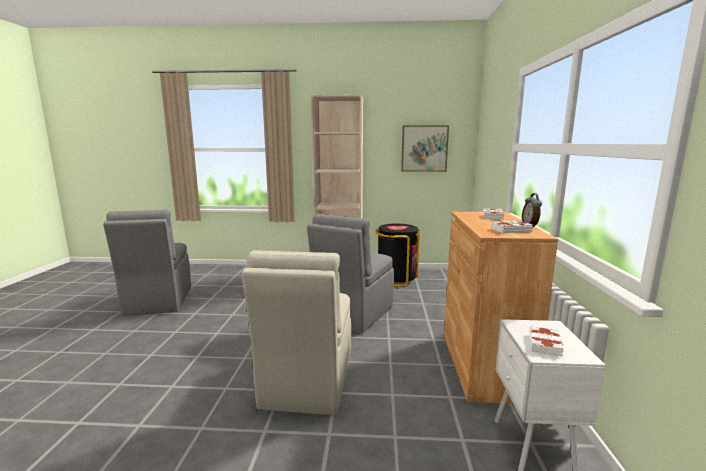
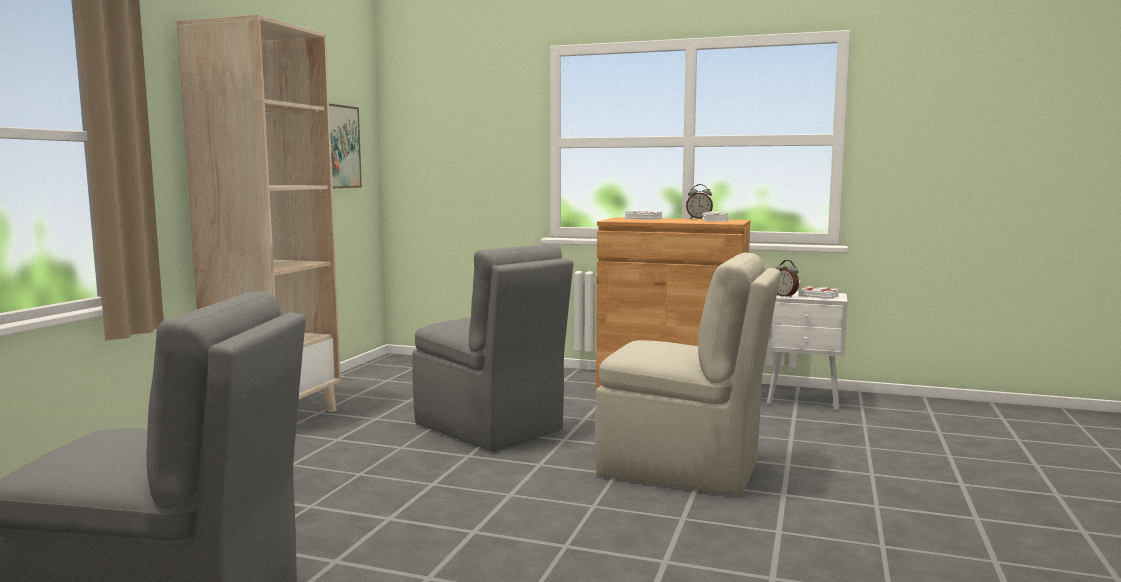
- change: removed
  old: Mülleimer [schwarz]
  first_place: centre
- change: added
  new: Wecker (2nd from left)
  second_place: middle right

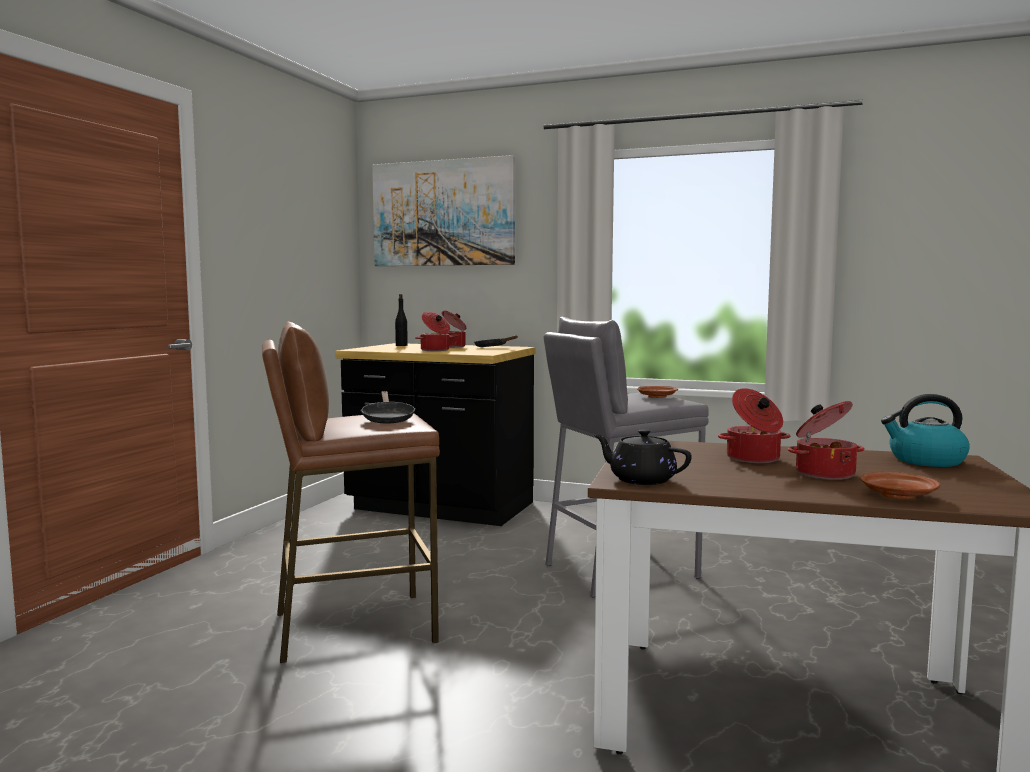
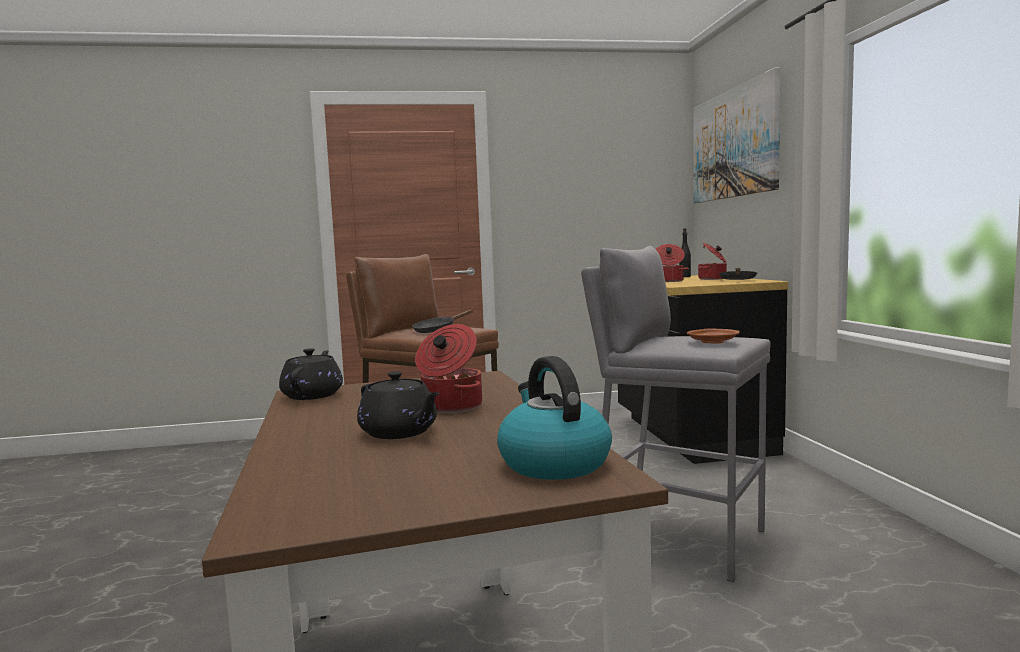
- change: replaced
  old: Kochtopf (4th from left)
  new: Teekanne [schwarz] (2nd from left)
  first_place: middle right
  second_place: centre
- change: removed
  old: Teller [braun] (2nd from left)
  first_place: middle right

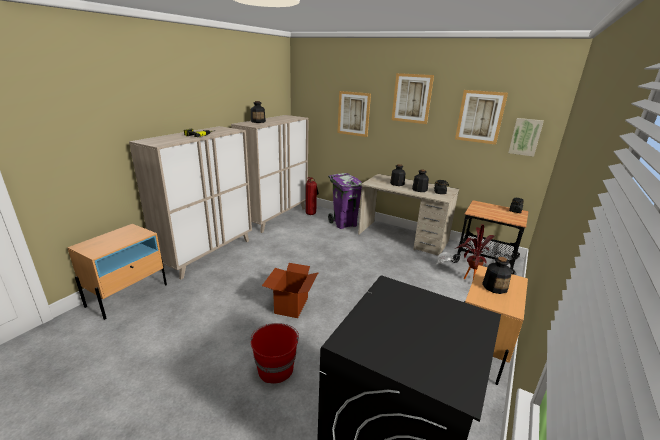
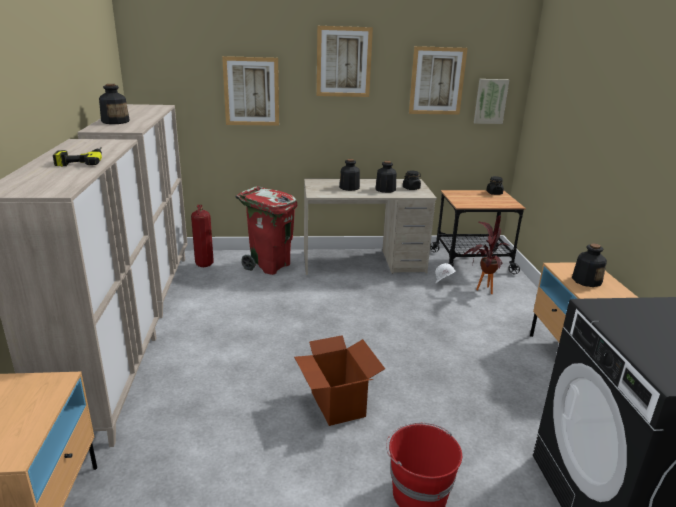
- change: recoloured
  old: Mülleimer [lila]
  new: Mülleimer [rot]
  first_place: centre
  second_place: centre

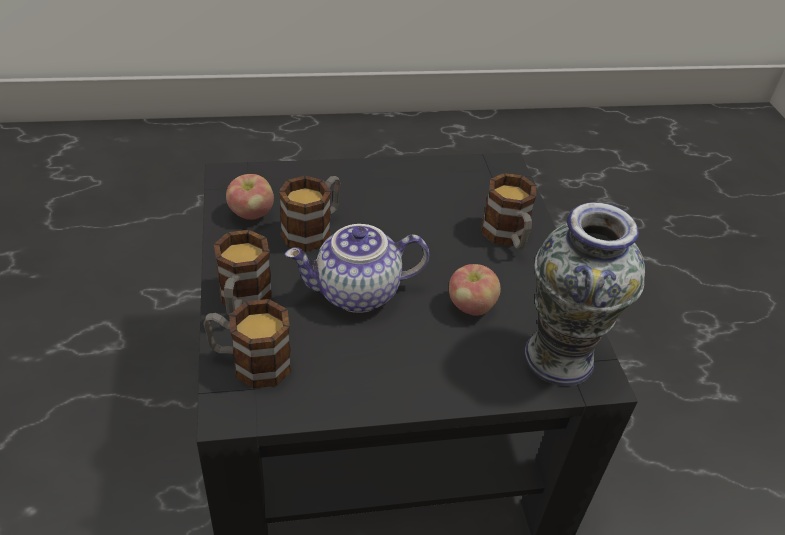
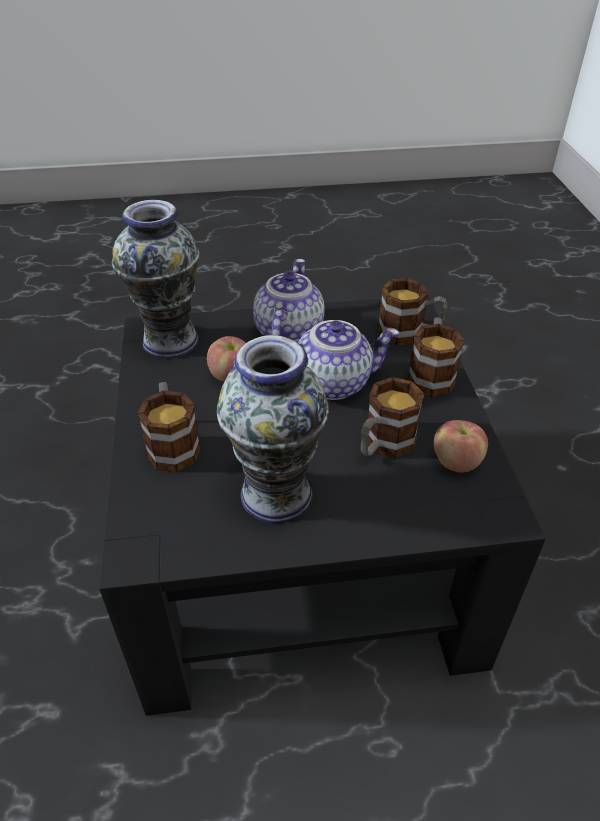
- change: added
  new: Teekanne (1st from left)
  second_place: centre
- change: added
  new: Vase (2nd from left)
  second_place: centre

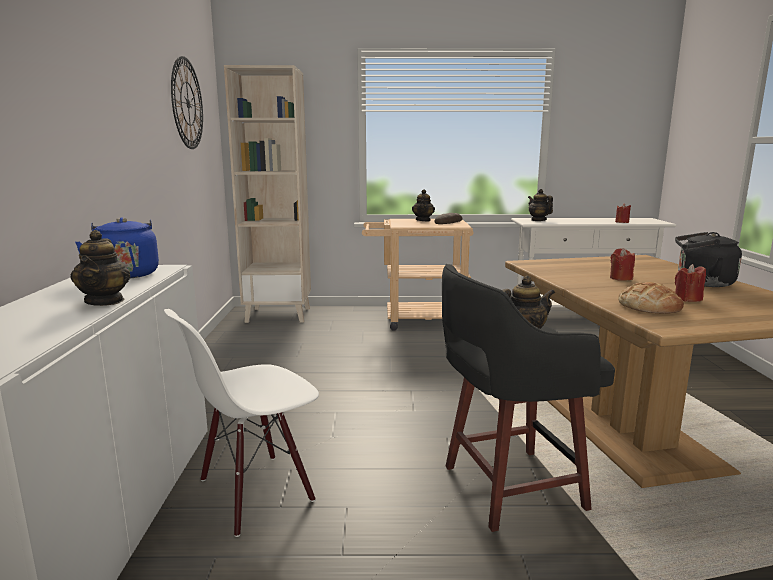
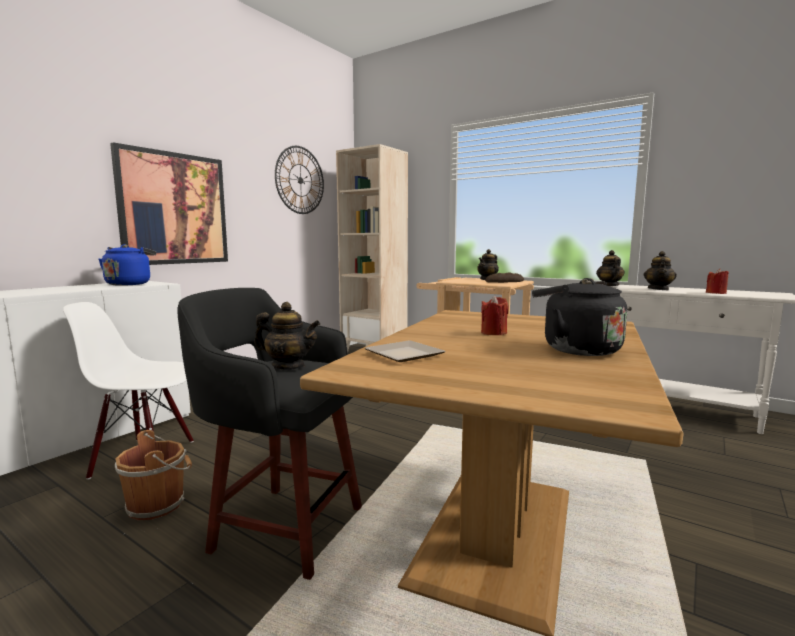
- change: moved
  old: Teekanne (1st from left in the first image)
  new: Teekanne (4th from left)
  first_place: middle left
  second_place: middle right
- change: removed
  old: Kerze [rot] (3rd from left)
  first_place: middle right
- change: replaced
  old: Brot (2nd from left)
  new: Teller
  first_place: middle right
  second_place: centre
- change: added
  new: Bild
  second_place: top left
- change: added
  new: Eimer [braun]
  second_place: bottom left

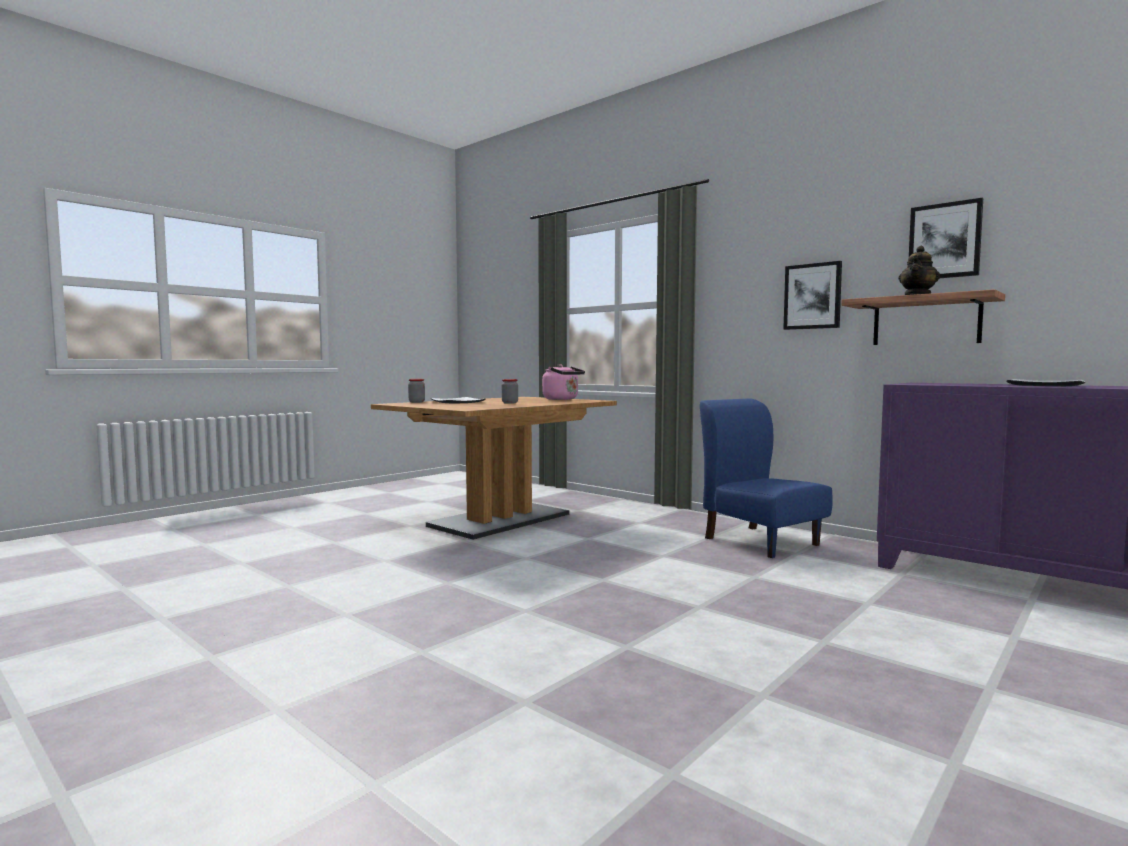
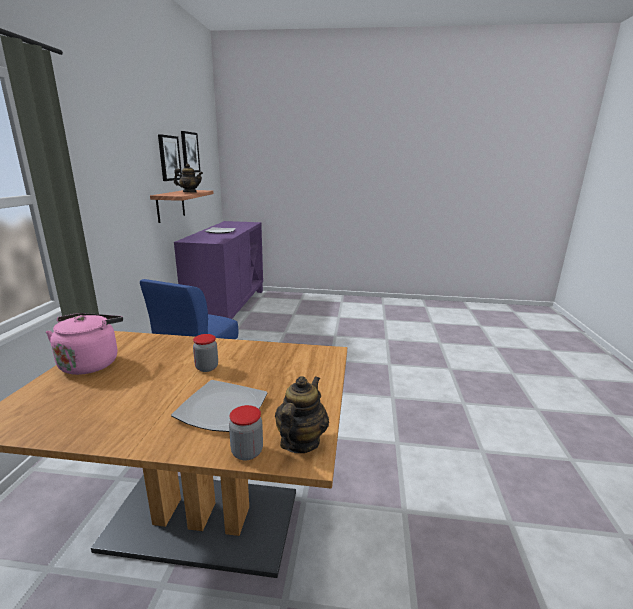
- change: moved
  old: Bild (1st from left in the first image)
  new: Bild (2nd from left)
  first_place: middle right
  second_place: top left
- change: added
  new: Teekanne (2nd from left)
  second_place: bottom centre

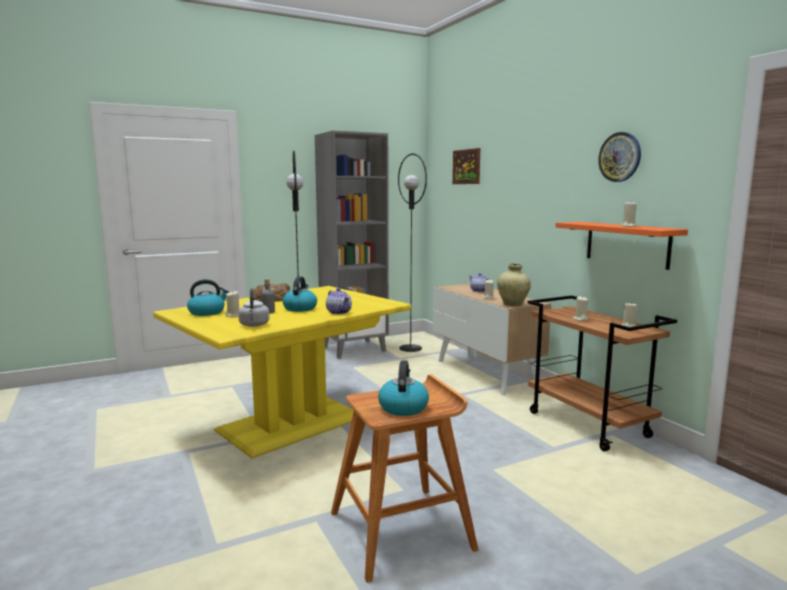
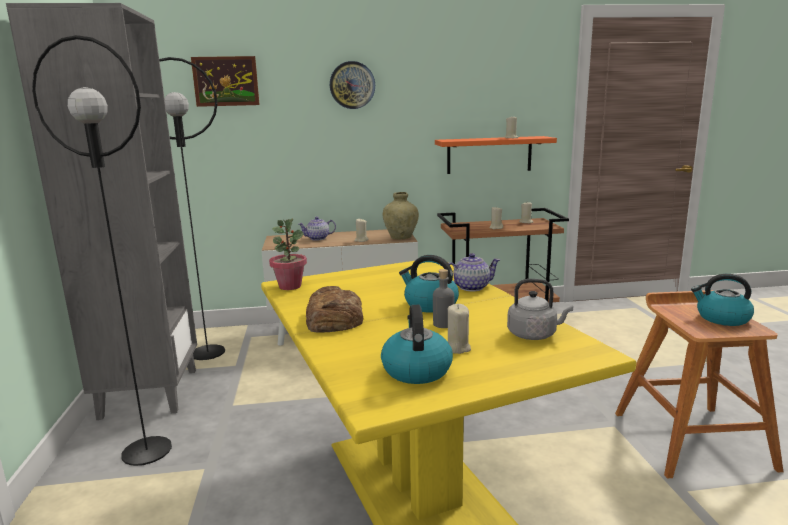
- change: moved
  old: Wanduhr
  first_place: top right
  second_place: top centre
- change: added
  new: Topfpflanze
  second_place: centre

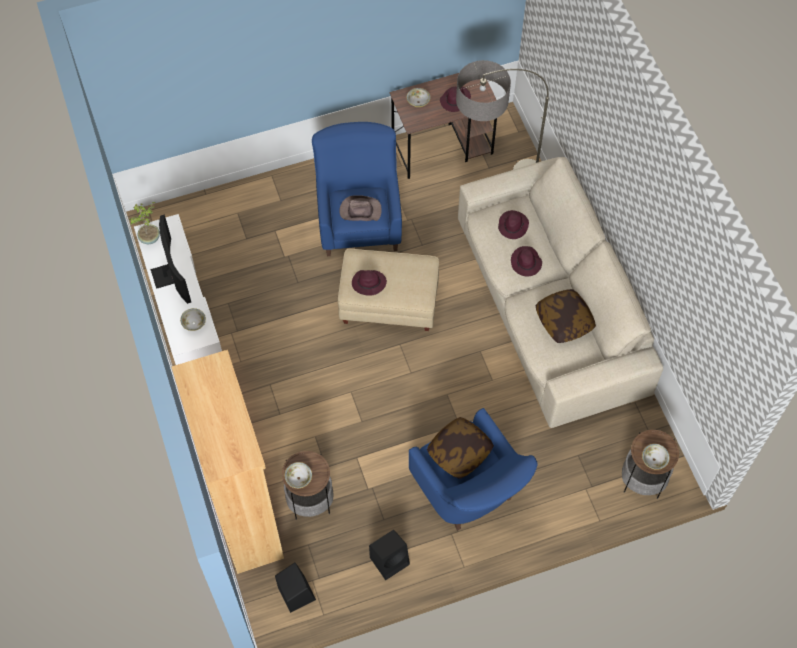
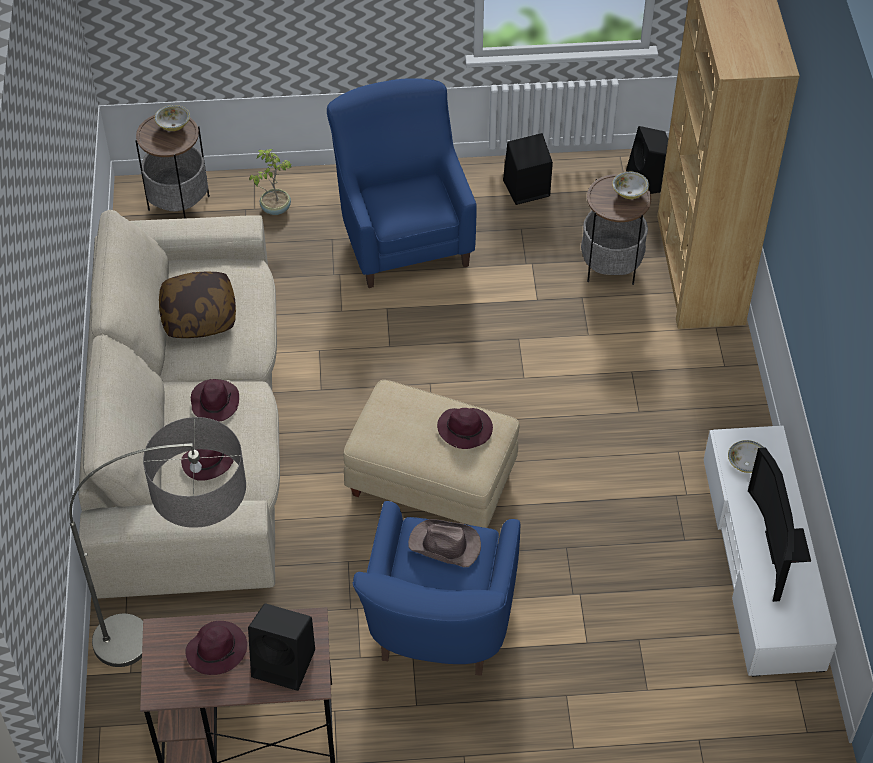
- change: replaced
  old: Schüssel (3rd from left)
  new: Lautsprecher [schwarz] (1st from left)
  first_place: top centre
  second_place: bottom left
- change: moved
  old: Topfpflanze
  first_place: middle left
  second_place: top left
- change: removed
  old: Kissen (1st from left)
  first_place: bottom centre

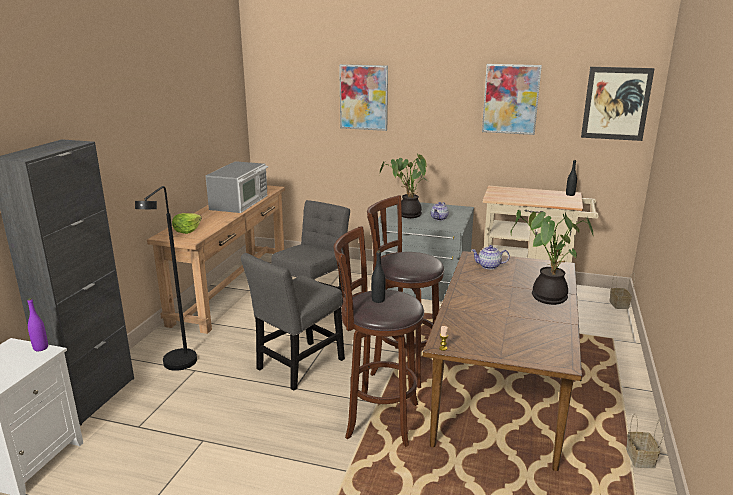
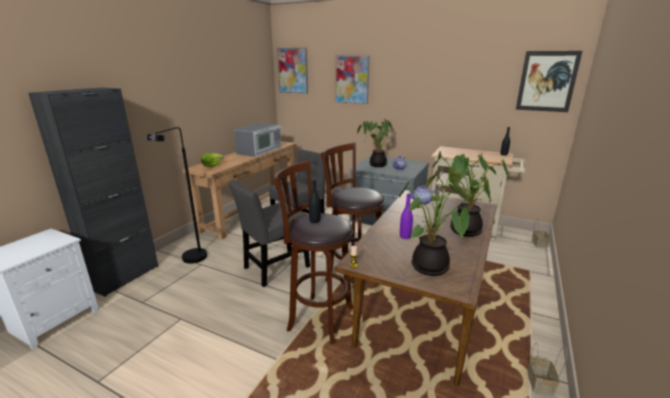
- change: moved
  old: Bild (2nd from left in the first image)
  new: Bild (1st from left)
  first_place: top right
  second_place: top centre
- change: moved
  old: Flasche [lila]
  first_place: middle left
  second_place: centre
- change: added
  new: Topfpflanze (2nd from left)
  second_place: centre

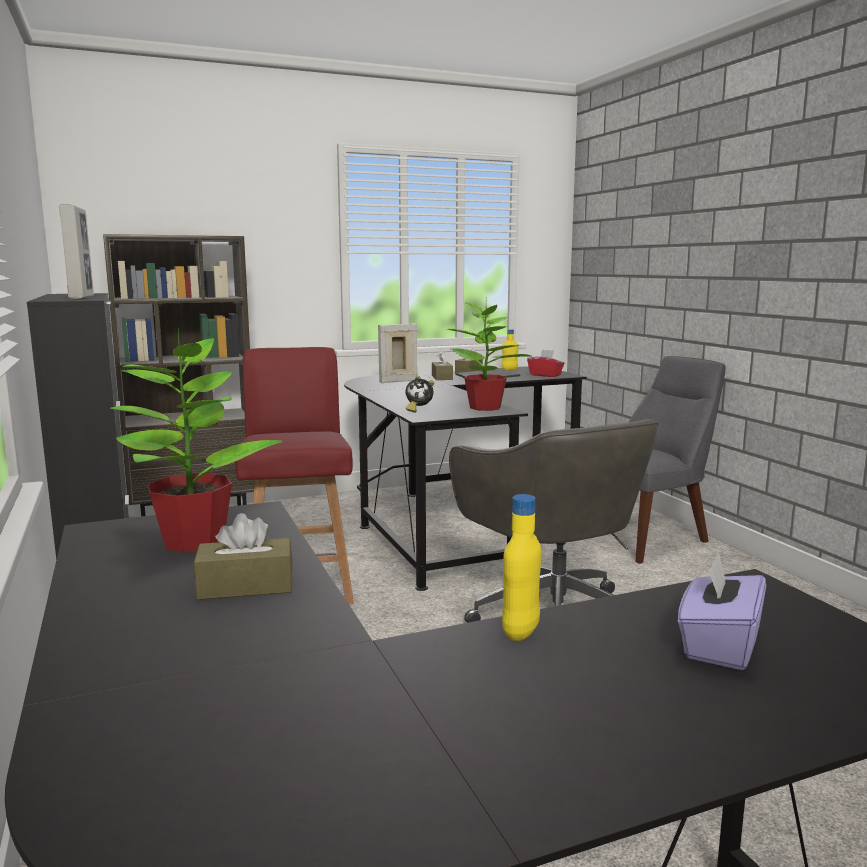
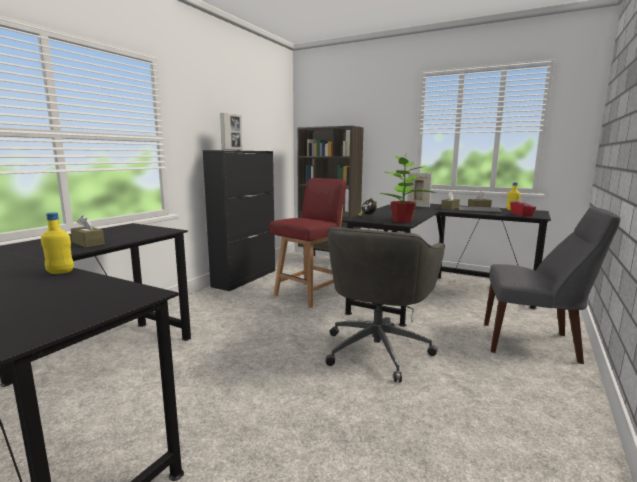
- change: removed
  old: Topfpflanze (1st from left)
  first_place: middle left
- change: removed
  old: Taschentuchbox [lila]
  first_place: bottom right

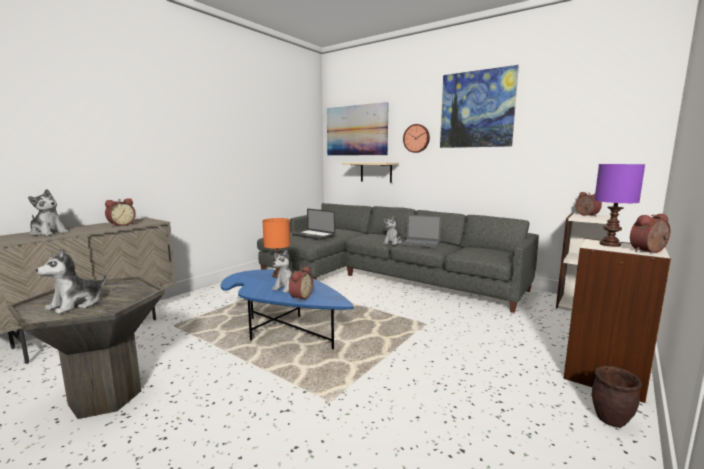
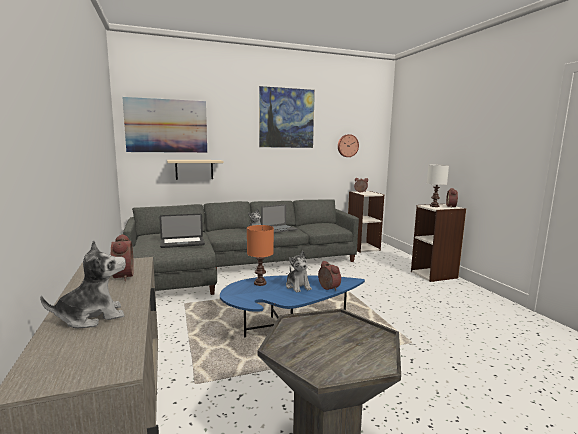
- change: moved
  old: Wanduhr
  first_place: top centre
  second_place: centre
- change: recoloured
  old: Tischlampe [lila]
  new: Tischlampe [weiß]
  first_place: middle right
  second_place: middle right
- change: removed
  old: Plüschtier (2nd from left)
  first_place: middle left
- change: removed
  old: Pflanzkübel [braun]
  first_place: bottom right

